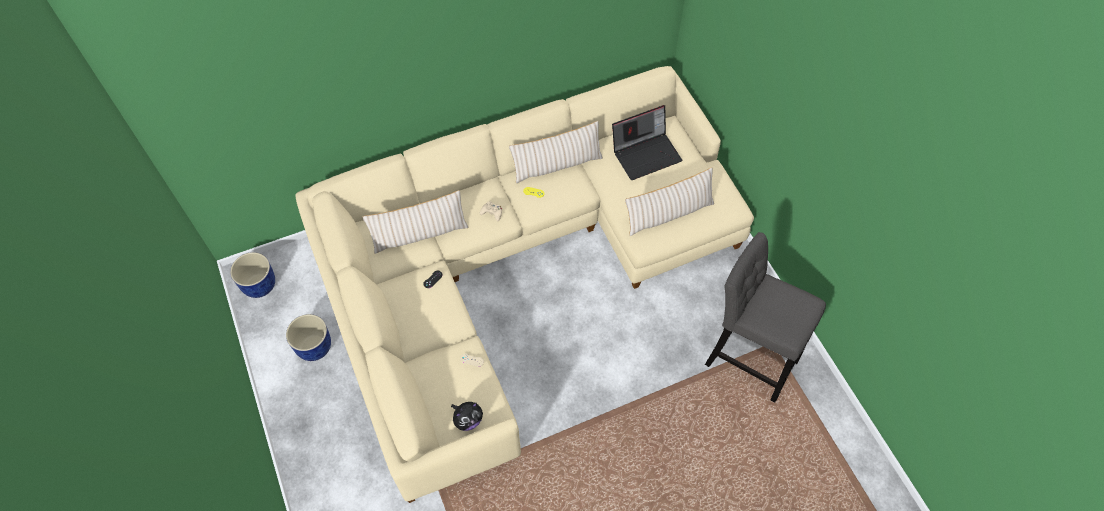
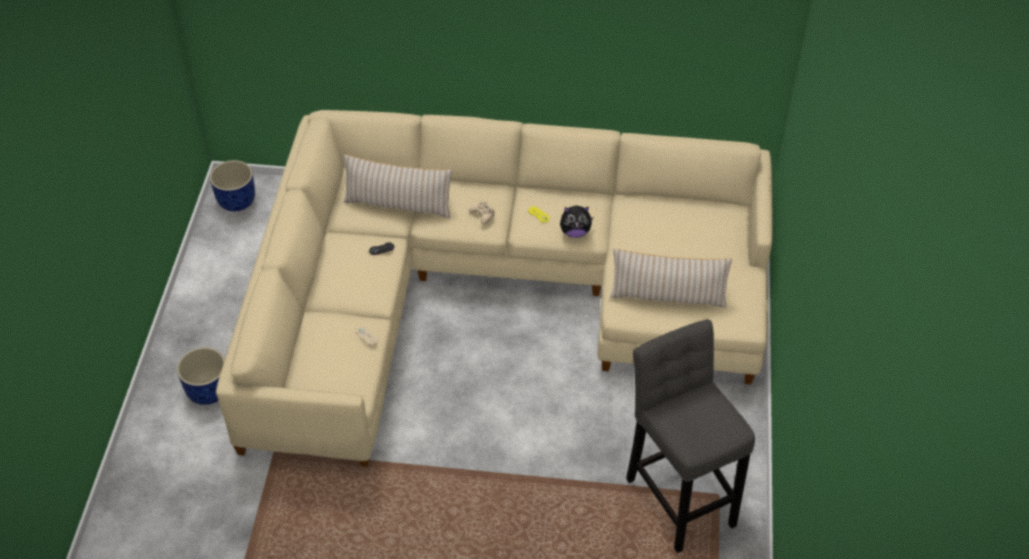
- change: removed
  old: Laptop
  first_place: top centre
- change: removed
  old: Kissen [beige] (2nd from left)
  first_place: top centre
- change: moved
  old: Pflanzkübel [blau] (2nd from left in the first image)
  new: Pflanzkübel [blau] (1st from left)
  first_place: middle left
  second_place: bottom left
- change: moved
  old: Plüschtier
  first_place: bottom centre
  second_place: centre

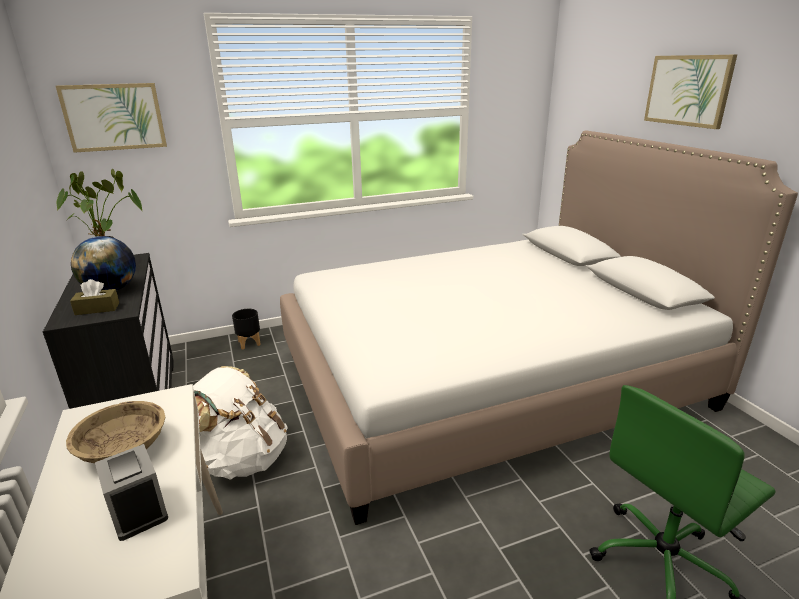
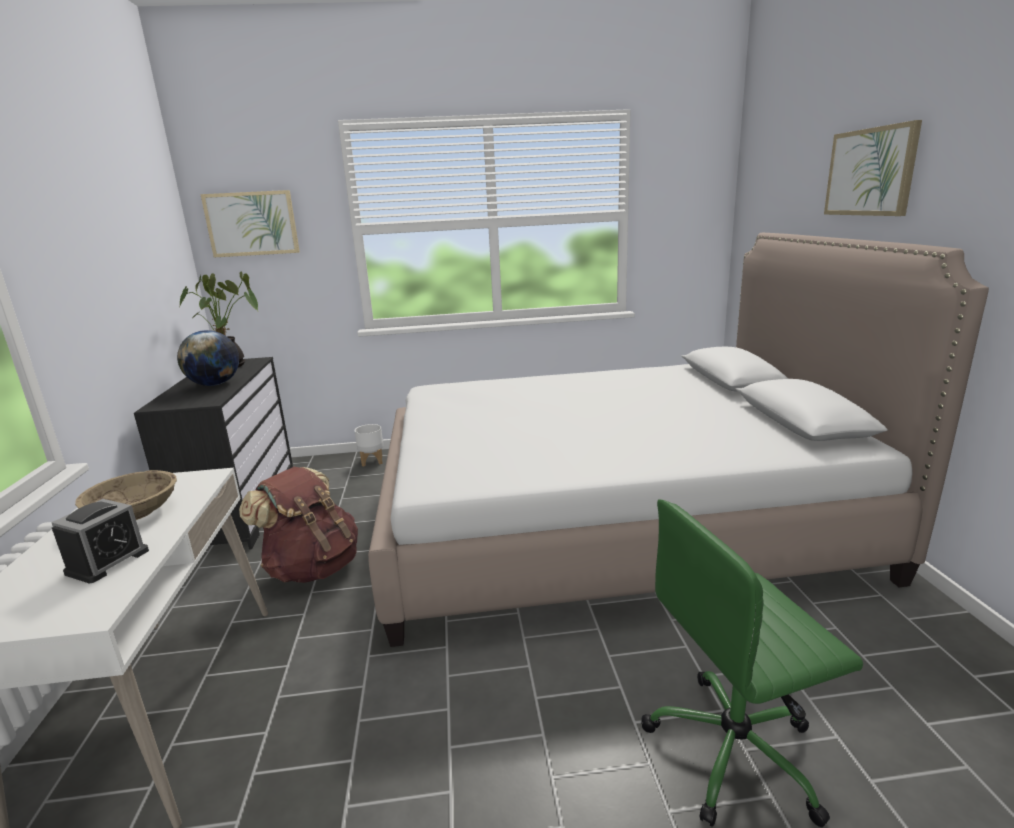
- change: removed
  old: Taschentuchbox [braun]
  first_place: middle left
- change: recoloured
  old: Pflanzkübel [schwarz]
  new: Pflanzkübel [weiß]
  first_place: middle left
  second_place: centre
- change: recoloured
  old: Rucksack [weiß]
  new: Rucksack [braun]
  first_place: bottom left
  second_place: middle left
- change: turned
  old: Wecker
  first_place: bottom left
  second_place: middle left
  degrees: -135

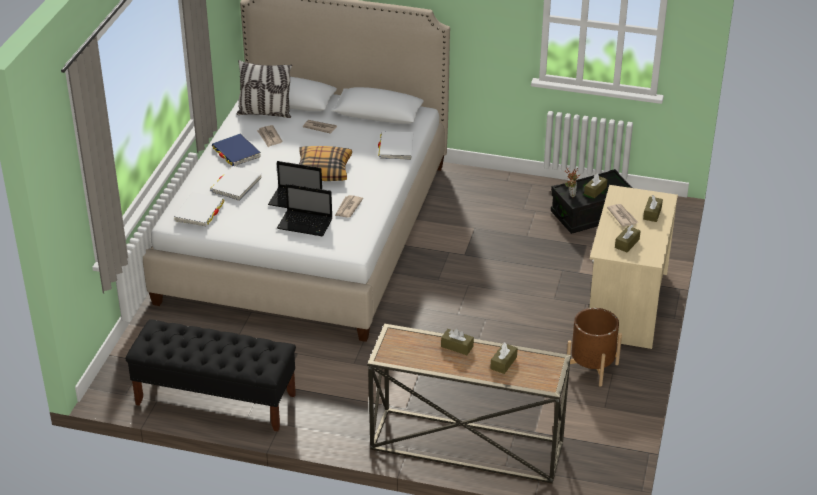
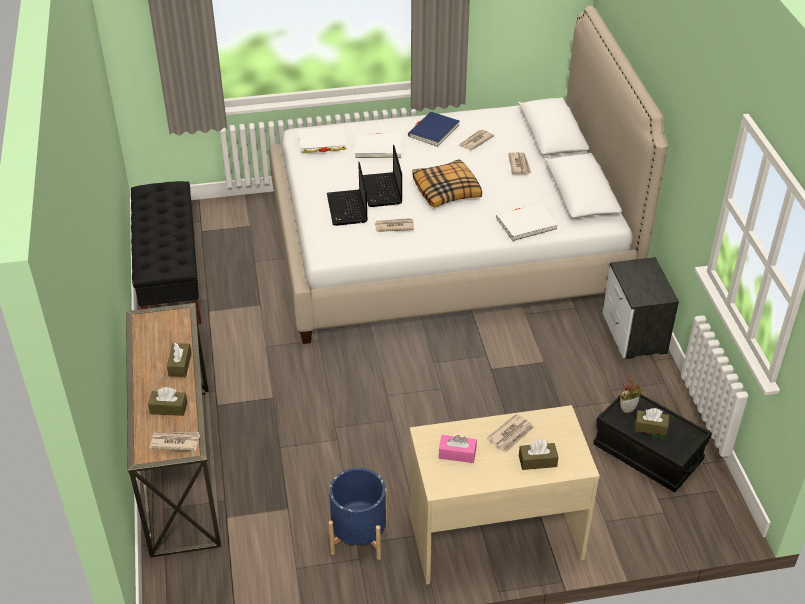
- change: removed
  old: Kissen (1st from left)
  first_place: top left
- change: recoloured
  old: Taschentuchbox [braun] (4th from left)
  new: Taschentuchbox [rosa]
  first_place: middle right
  second_place: bottom centre
- change: recoloured
  old: Pflanzkübel [braun]
  new: Pflanzkübel [blau]
  first_place: bottom right
  second_place: bottom centre
- change: added
  new: Nachttisch
  second_place: middle right
- change: added
  new: Zeitung (1st from left)
  second_place: bottom left

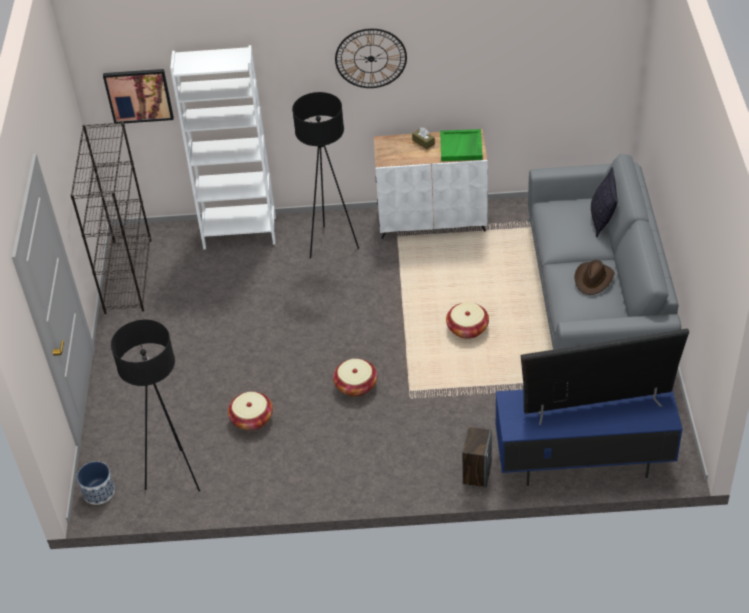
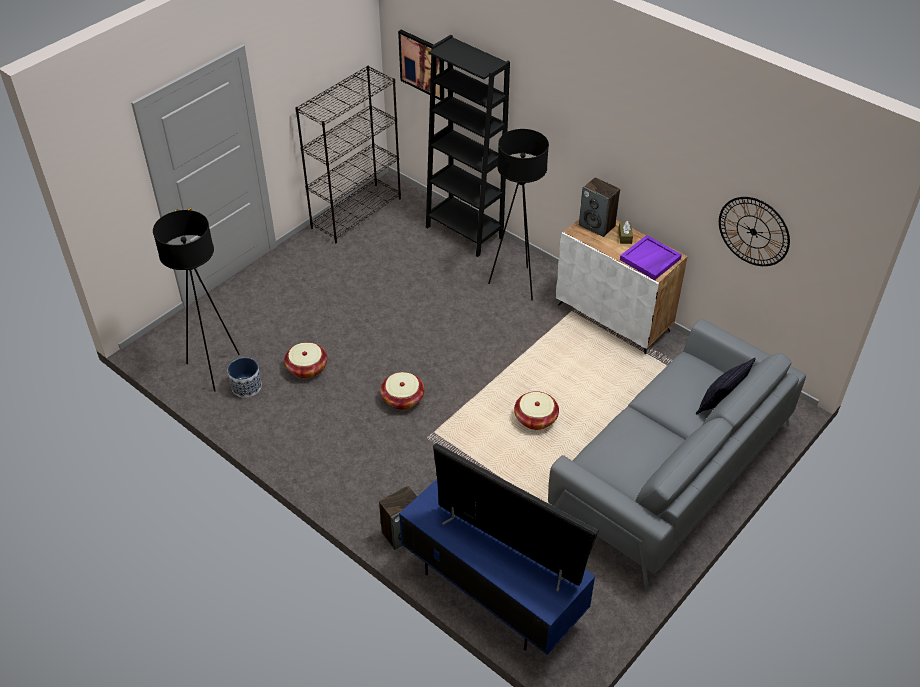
- change: moved
  old: Wanduhr
  first_place: top centre
  second_place: middle right
- change: recoloured
  old: Bücherregal [weiß]
  new: Bücherregal [schwarz] (2nd from left)
  first_place: top left
  second_place: top centre
- change: recoloured
  old: Tablett [grün]
  new: Tablett [lila]
  first_place: top centre
  second_place: middle right
- change: removed
  old: Hut [braun]
  first_place: middle right
- change: moved
  old: Pflanzkübel
  first_place: bottom left
  second_place: middle left
- change: added
  new: Lautsprecher (2nd from left)
  second_place: top centre

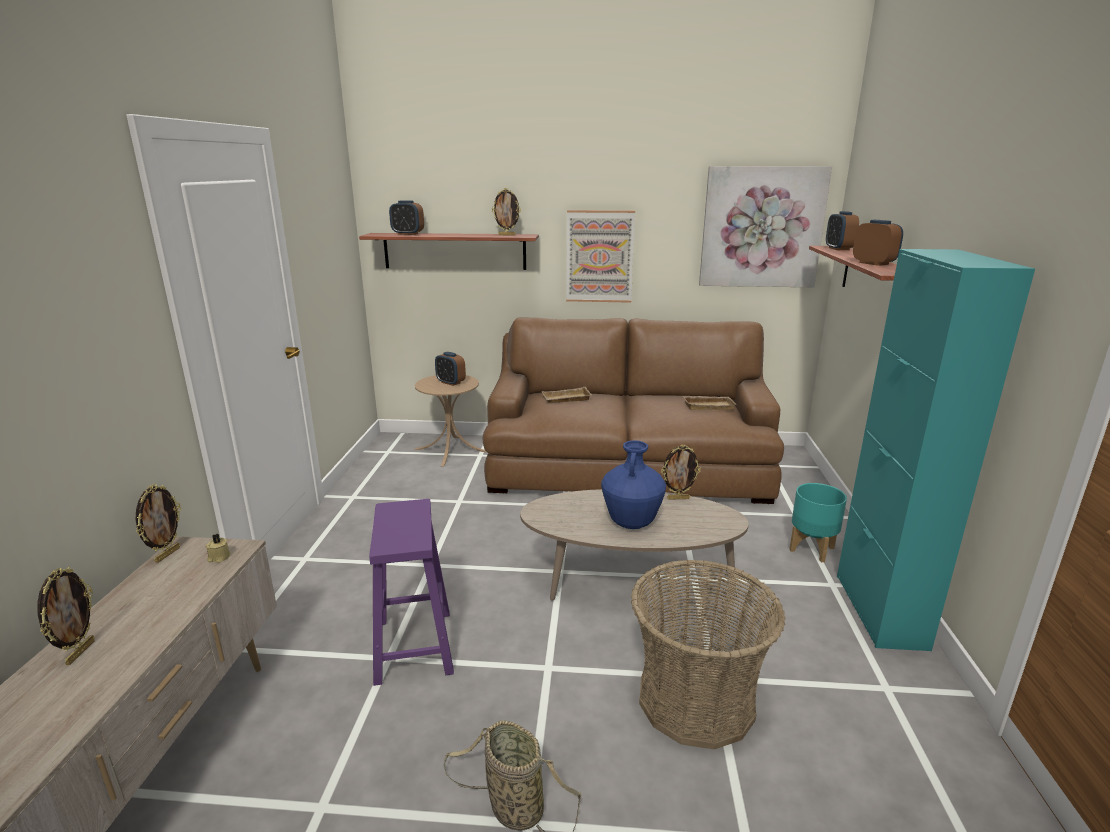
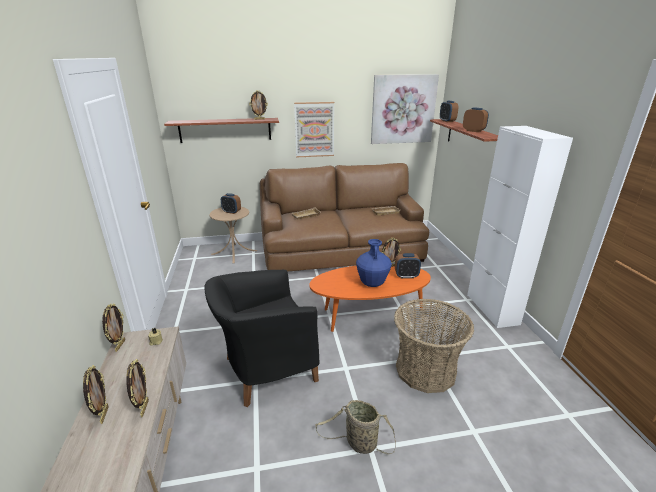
- change: moved
  old: Wecker (1st from left in the first image)
  new: Wecker (2nd from left)
  first_place: top centre
  second_place: centre
- change: recoloured
  old: Schrank [türkis]
  new: Schrank [weiß]
  first_place: middle right
  second_place: middle right
- change: removed
  old: Pflanzkübel [türkis]
  first_place: middle right
- change: recoloured
  old: Couchtisch [beige]
  new: Couchtisch [orange]
  first_place: centre
  second_place: centre
- change: replaced
  old: Hocker [lila]
  new: Sessel [schwarz]
  first_place: bottom centre
  second_place: bottom centre
- change: added
  new: Bilderrahmen (3rd from left)
  second_place: bottom left

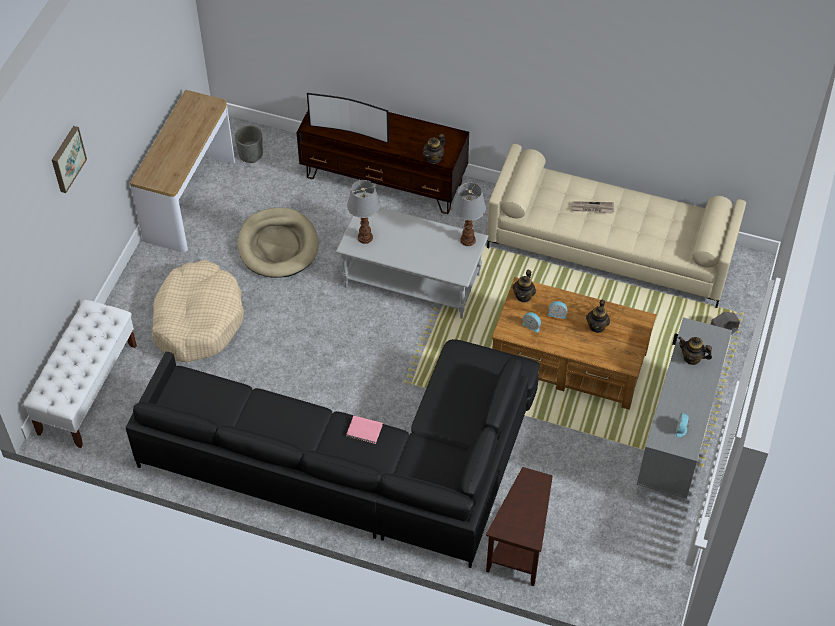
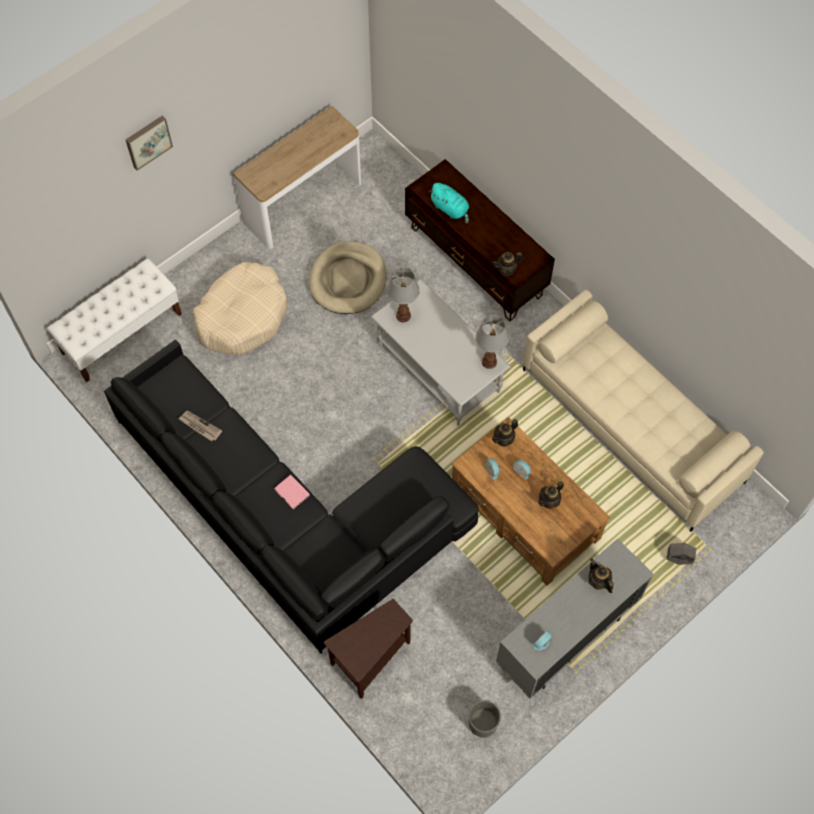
- change: replaced
  old: Fernseher
  new: Plüschtier [türkis]
  first_place: top centre
  second_place: top centre
- change: moved
  old: Pflanzkübel [grau] (1st from left)
  first_place: top left
  second_place: bottom centre
- change: moved
  old: Zeitung
  first_place: top right
  second_place: middle left

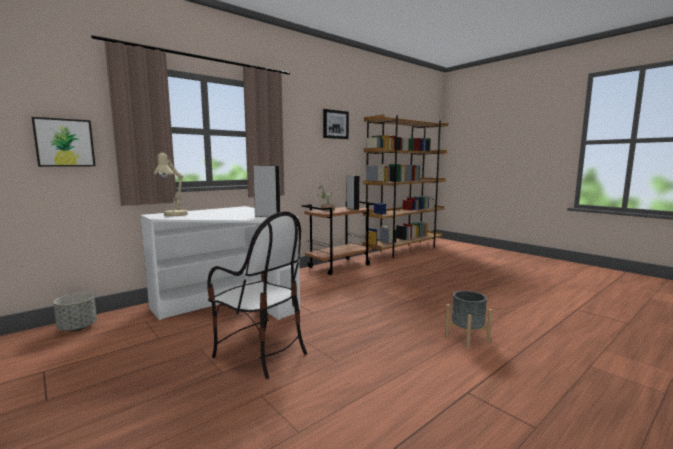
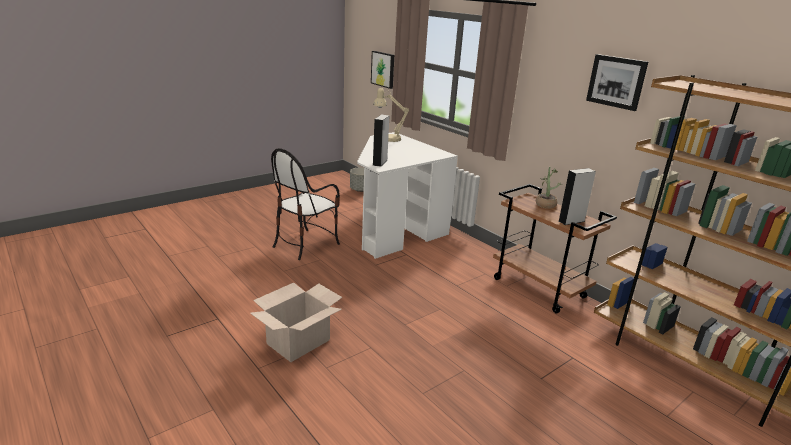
- change: replaced
  old: Pflanzkübel [grau] (2nd from left)
  new: Karton
  first_place: bottom right
  second_place: bottom centre

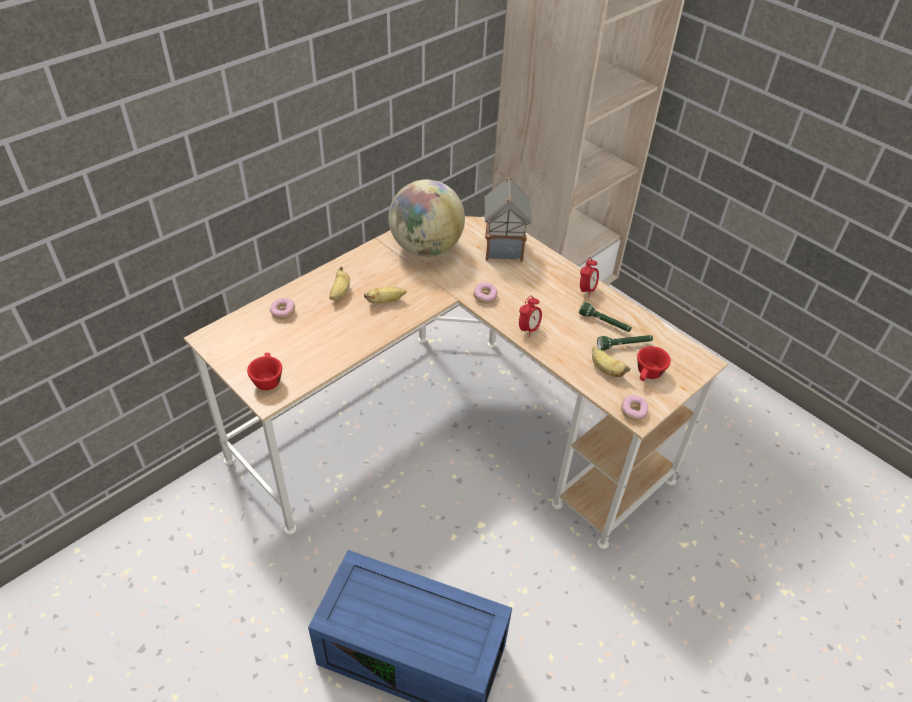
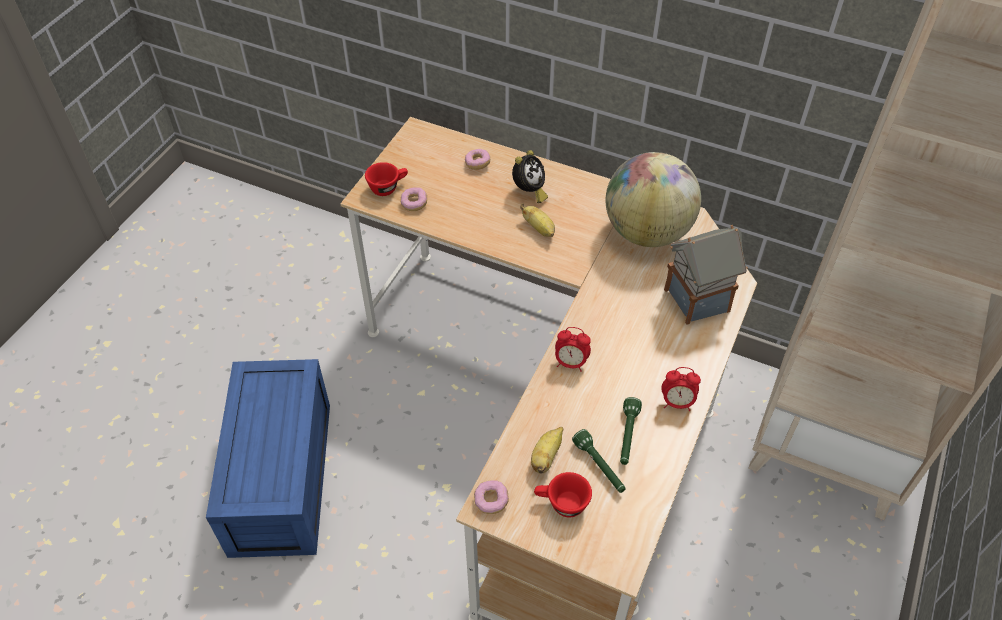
- change: replaced
  old: Banane (1st from left)
  new: Wecker (1st from left)
  first_place: centre
  second_place: top centre
- change: moved
  old: Donut (2nd from left in the first image)
  new: Donut (1st from left)
  first_place: centre
  second_place: top centre

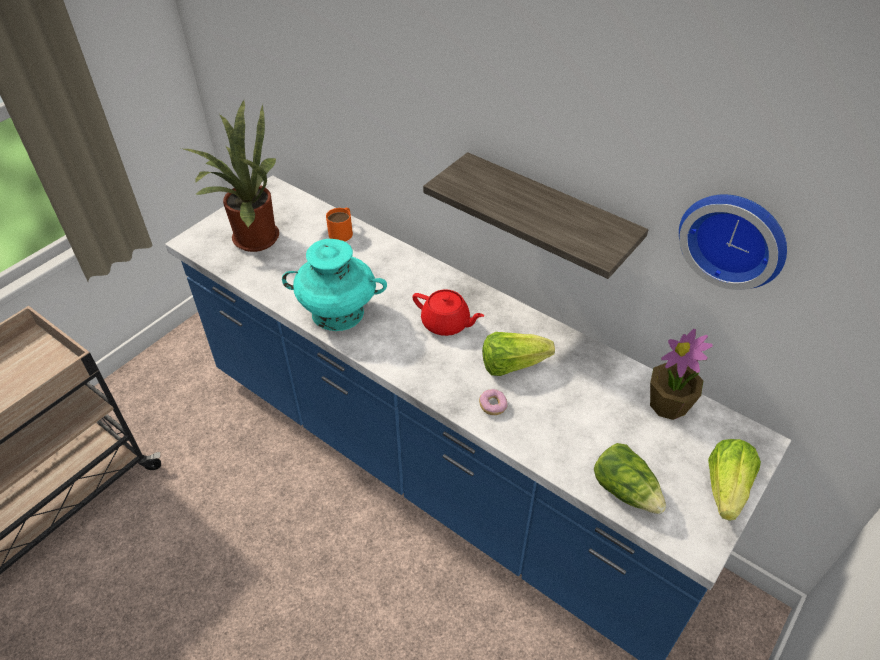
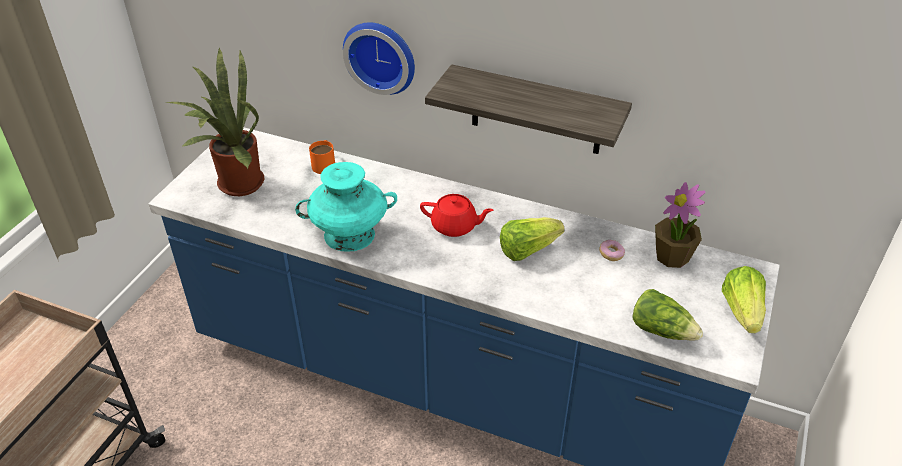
- change: moved
  old: Wanduhr
  first_place: middle right
  second_place: top centre
- change: moved
  old: Donut
  first_place: centre
  second_place: middle right

